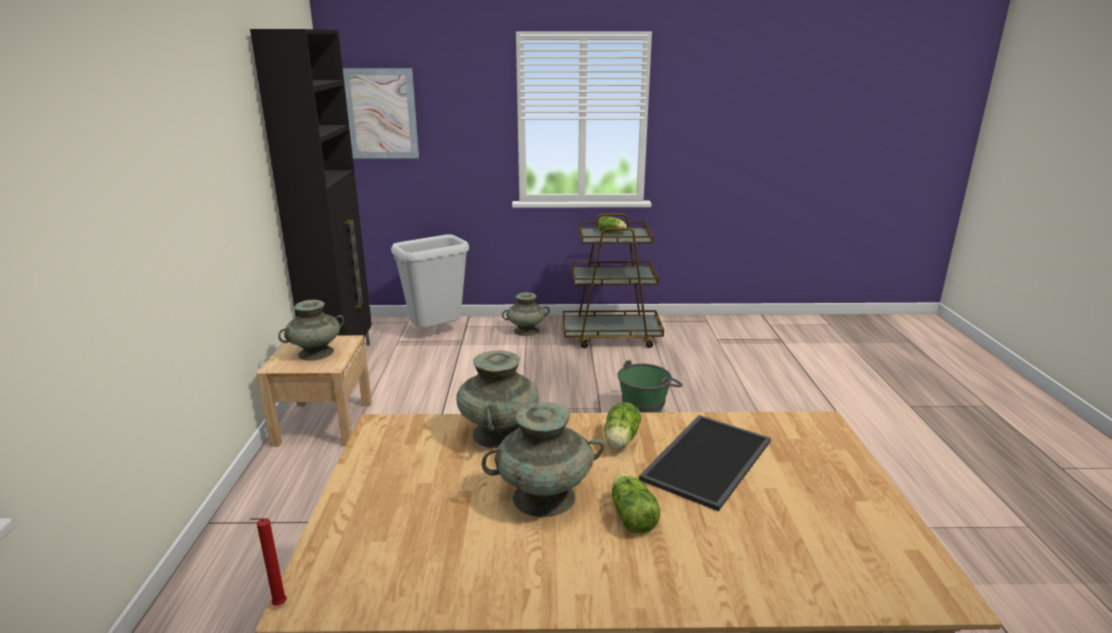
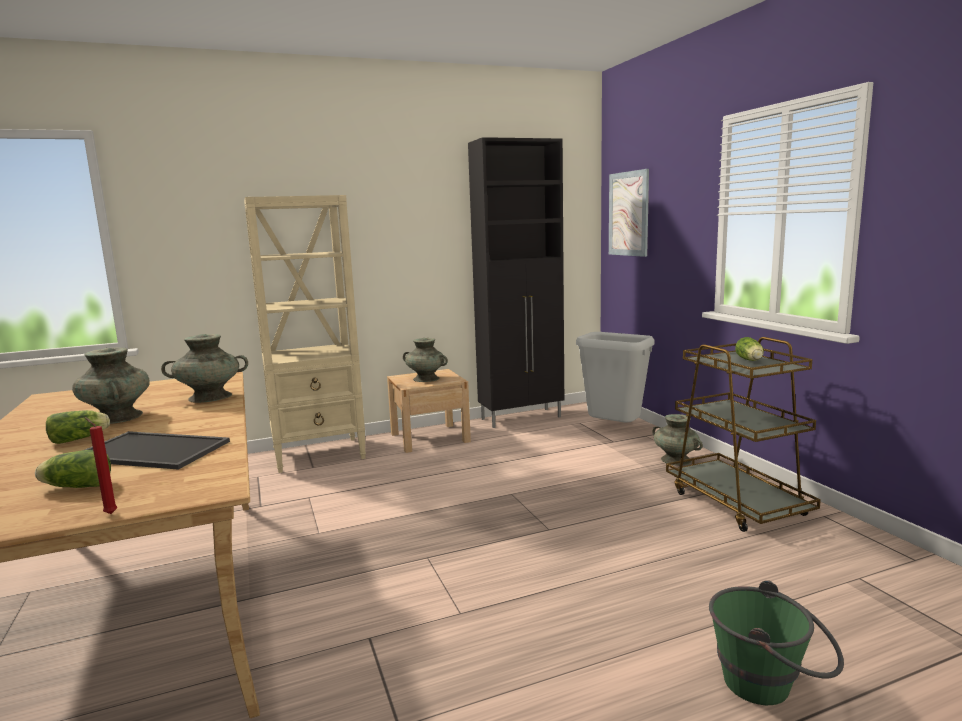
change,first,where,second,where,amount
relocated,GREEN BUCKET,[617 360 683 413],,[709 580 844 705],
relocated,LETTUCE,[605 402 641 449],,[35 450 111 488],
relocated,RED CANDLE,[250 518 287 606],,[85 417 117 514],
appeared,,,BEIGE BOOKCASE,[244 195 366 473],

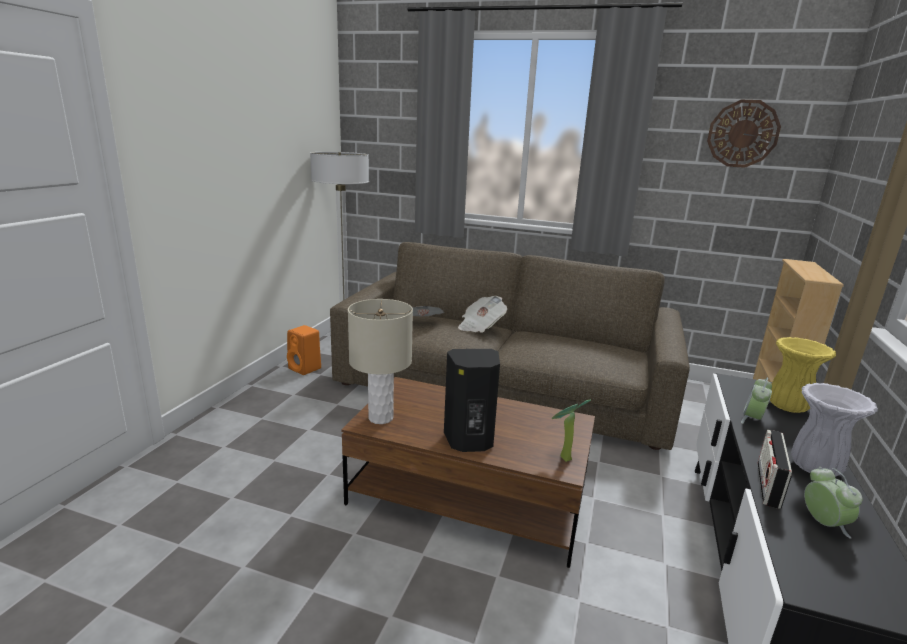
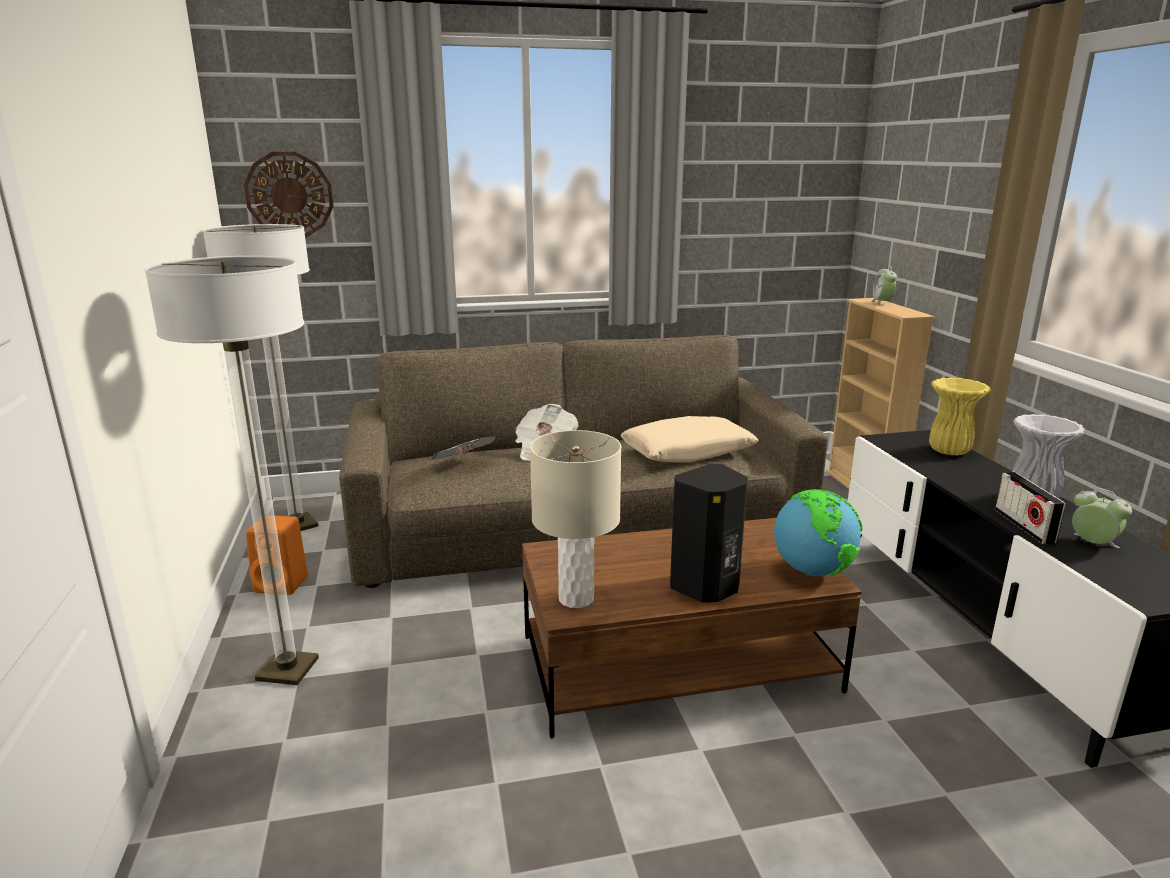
change,first,where,second,where,amount
relocated,WALL CLOCK,[707 100 781 168],,[244 152 334 238],
relocated,ALARM CLOCK,[741 378 772 424],,[871 265 897 306],
exchanged,POTTED PLANT,[551 399 591 462],GLOBE,[774 489 862 576],
appeared,,,FLOOR LAMP,[144 256 319 685],
appeared,,,BEIGE PILLOW,[620 416 759 463],

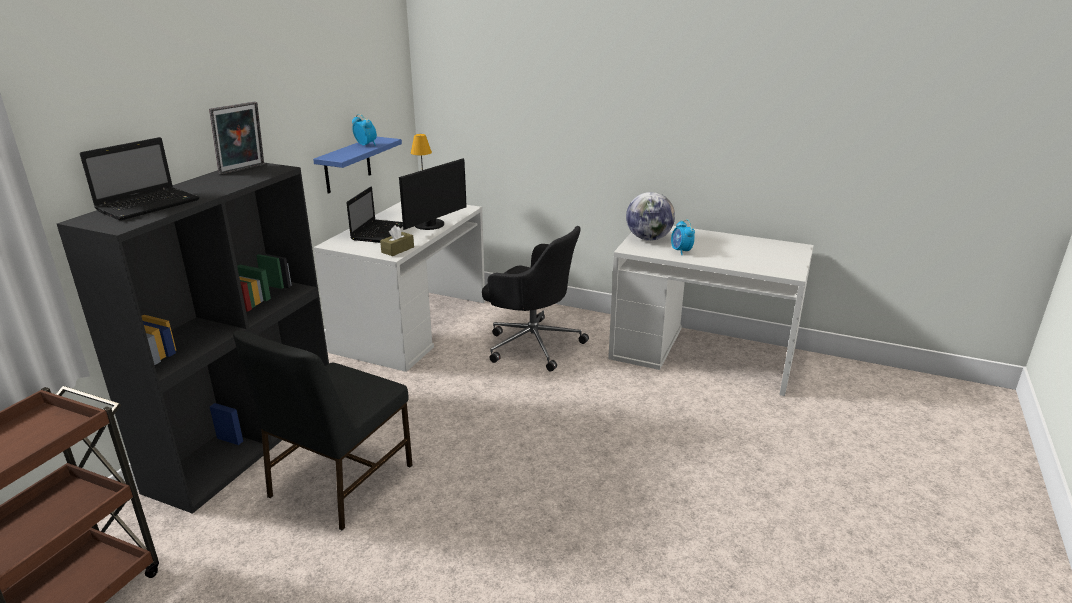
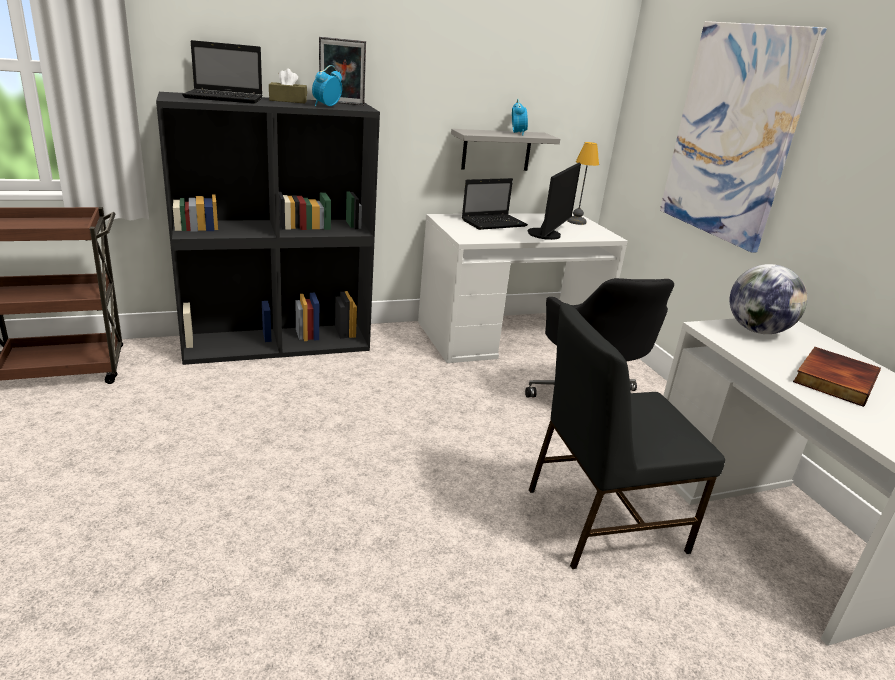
change,first,where,second,where,amount
colour,BLUE SHELF,[313 137 402 193],GREY SHELF,[451 129 560 171],
spun,MONITOR,[399 158 467 230],,[528 163 581 240],60 degrees counterclockwise
relocated,ALARM CLOCK,[671 219 695 255],,[312 65 342 106],
relocated,BROWN TISSUE BOX,[380 225 414 256],,[269 68 307 103],
relocated,BLACK CHAIR,[233 331 412 531],,[529 303 725 569],
appeared,,,PICTURE,[660 21 827 253],
appeared,,,BOOK,[793 347 881 407],

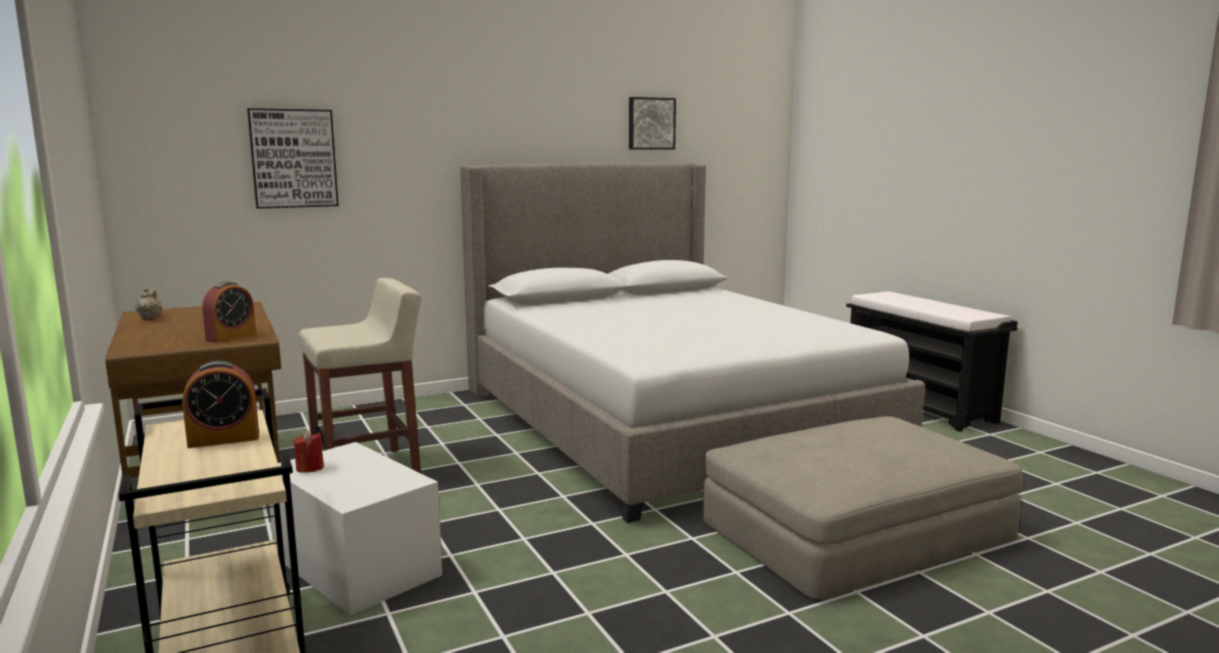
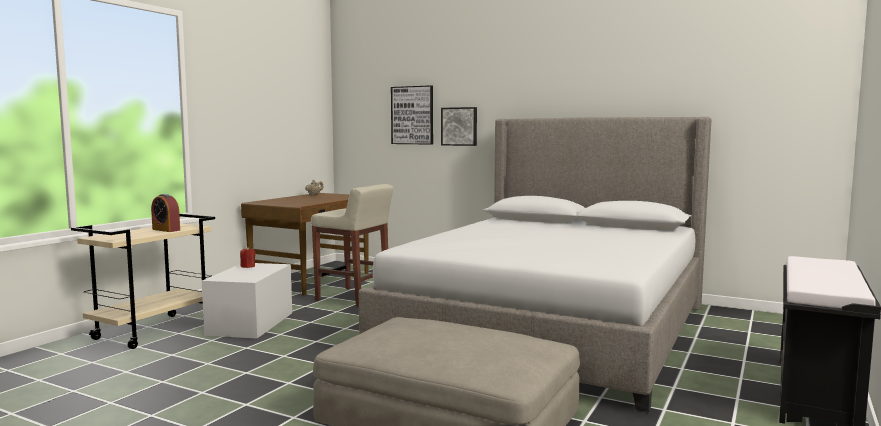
change,first,where,second,where,amount
relocated,PICTURE,[629 97 676 150],,[441 107 477 146],
missing,ALARM CLOCK,[202 281 256 343],,,

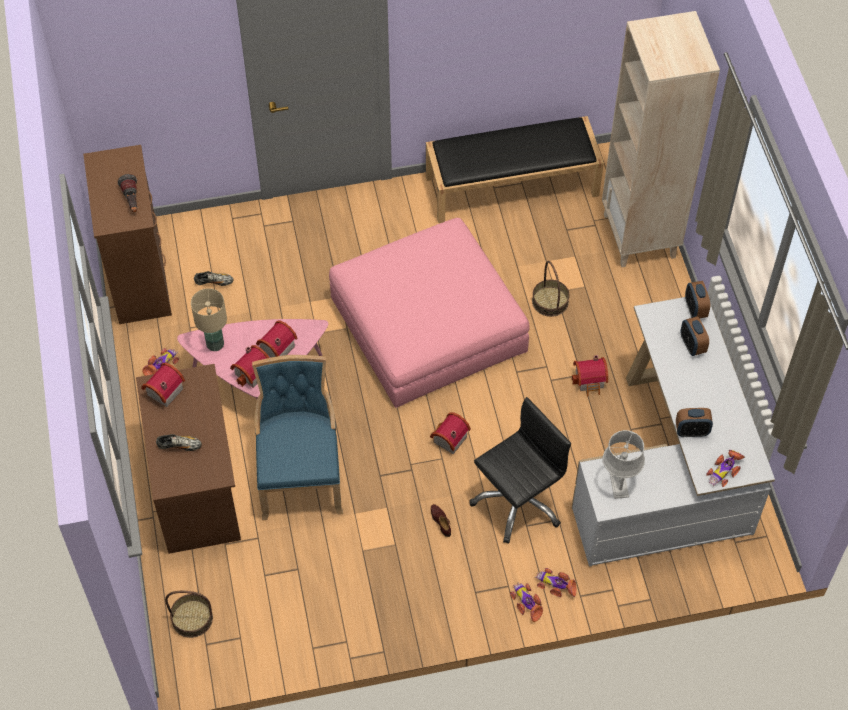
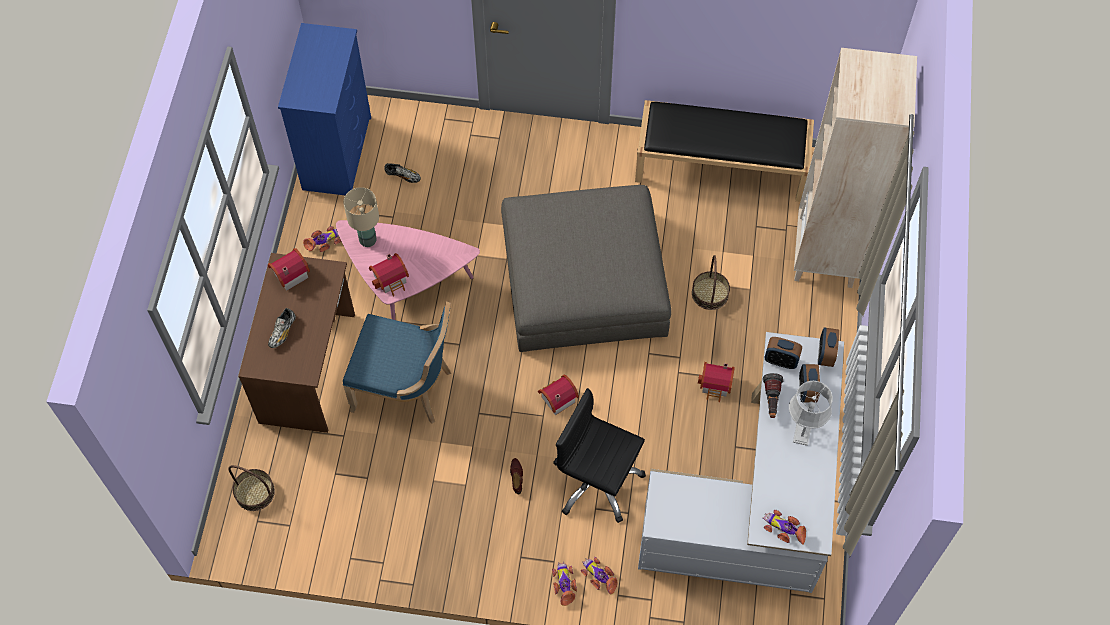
change,first,where,second,where,amount
colour,BROWN DRESSER,[83 145 172 324],BLUE DRESSER,[278 23 371 195],
relocated,FLASHLIGHT,[118 174 137 212],,[762 373 784 418],
colour,PINK OTTOMAN,[329 218 530 408],GREY OTTOMAN,[501 185 671 352],
missing,TOY HOUSE,[256 320 297 358],,,
spun,BLUE CHAIR,[252 355 343 520],,[343 301 451 424],90 degrees clockwise
spun,BLACK OFFICE CHAIR,[469 397 571 544],,[553 388 646 523],135 degrees counterclockwise
relocated,ALARM CLOCK,[676 408 713 437],,[765 337 802 369],
relocated,GREY TABLE LAMP,[603 430 645 499],,[789 381 833 446],
spun,SHOE,[156 434 202 451],,[268 308 296 348],90 degrees clockwise
spun,TOY CAR,[706 450 745 487],,[762 510 806 545],60 degrees clockwise

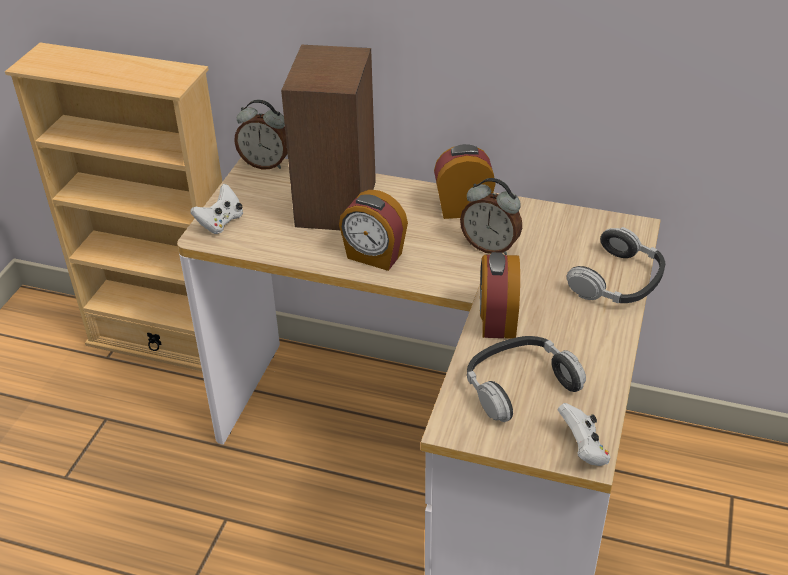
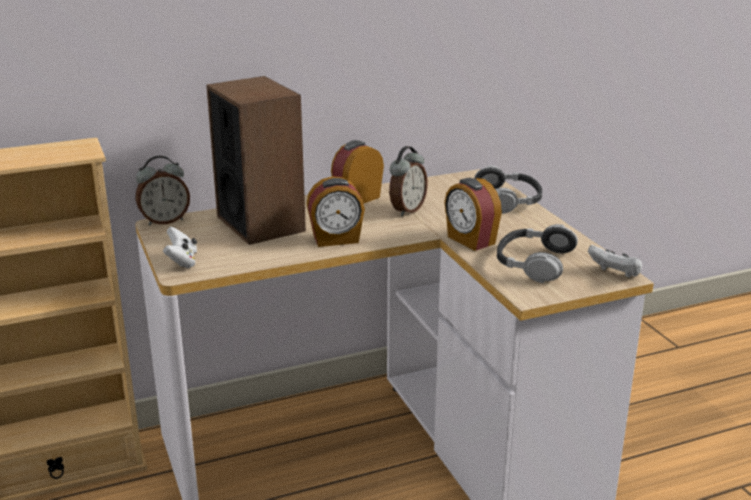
change,first,where,second,where,amount
spun,ALARM CLOCK,[460 178 522 255],,[389 146 428 216],45 degrees counterclockwise

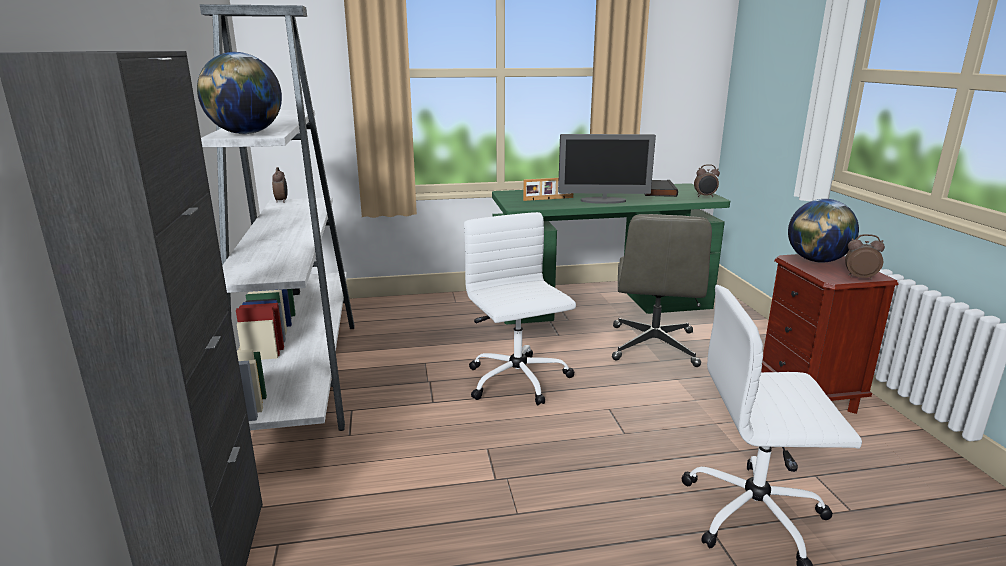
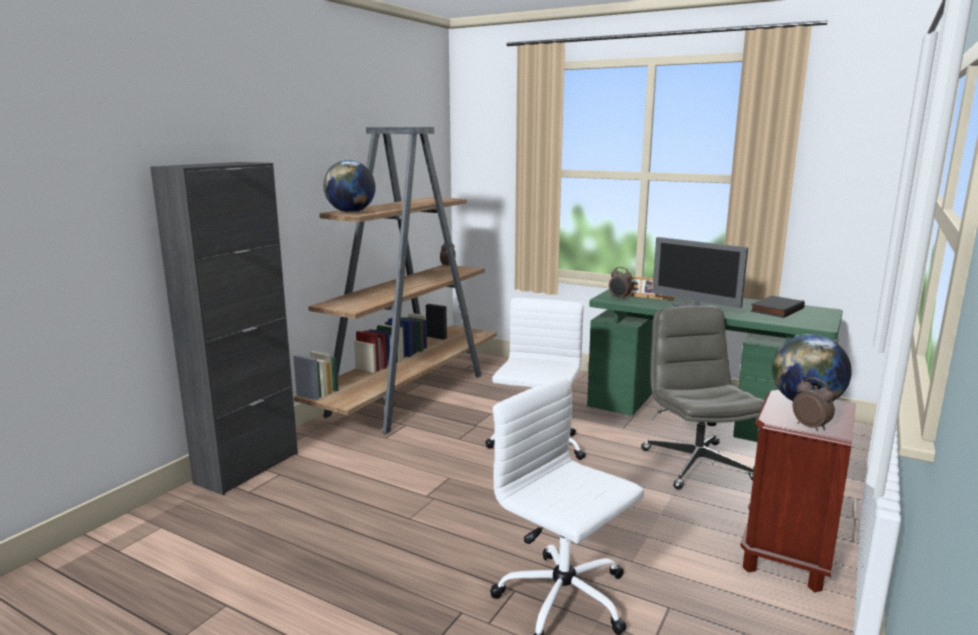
change,first,where,second,where,amount
colour,WHITE BOOKCASE,[200 4 354 431],BROWN BOOKCASE,[293 127 497 434],
relocated,ALARM CLOCK,[694 164 720 197],,[609 267 633 300],
spun,GREY OFFICE CHAIR,[612 214 712 367],,[641 306 765 490],120 degrees clockwise

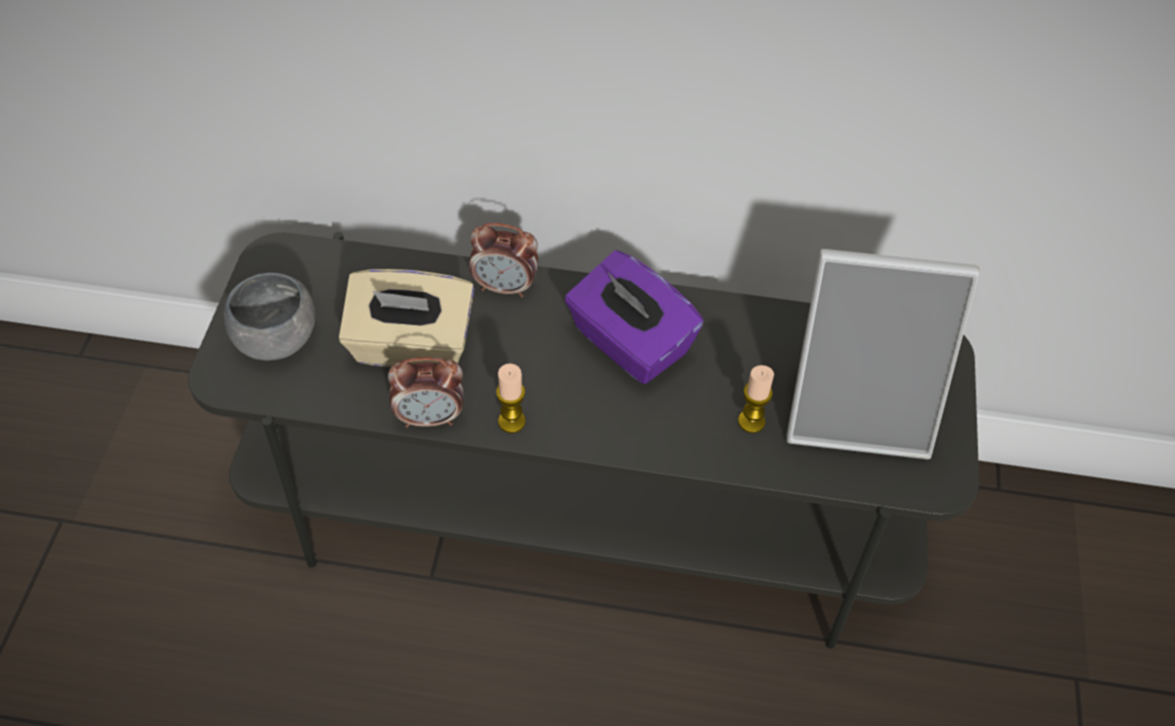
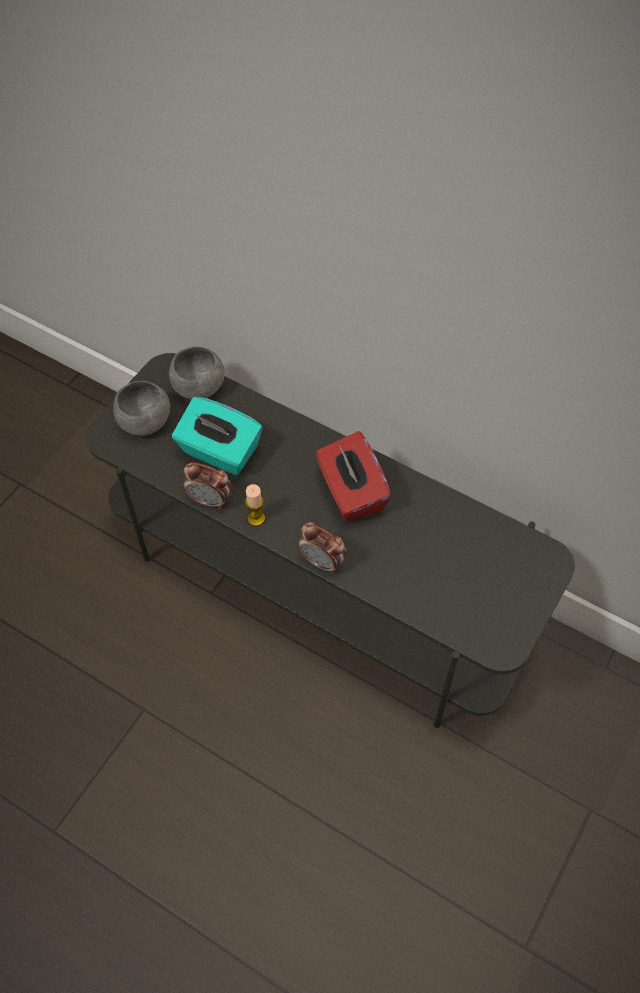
change,first,where,second,where,amount
relocated,ALARM CLOCK,[469 223 538 297],,[298 522 347 574],
missing,PICTURE FRAME,[786 249 979 459],,,
colour,PURPLE TISSUE BOX,[564 250 704 384],RED TISSUE BOX,[316 431 391 522],
colour,BEIGE TISSUE BOX,[339 269 474 367],TURQUOISE TISSUE BOX,[172 397 262 475],
missing,CANDLE,[738 365 774 433],,,
appeared,,,GREY BOWL,[169 346 225 400],

